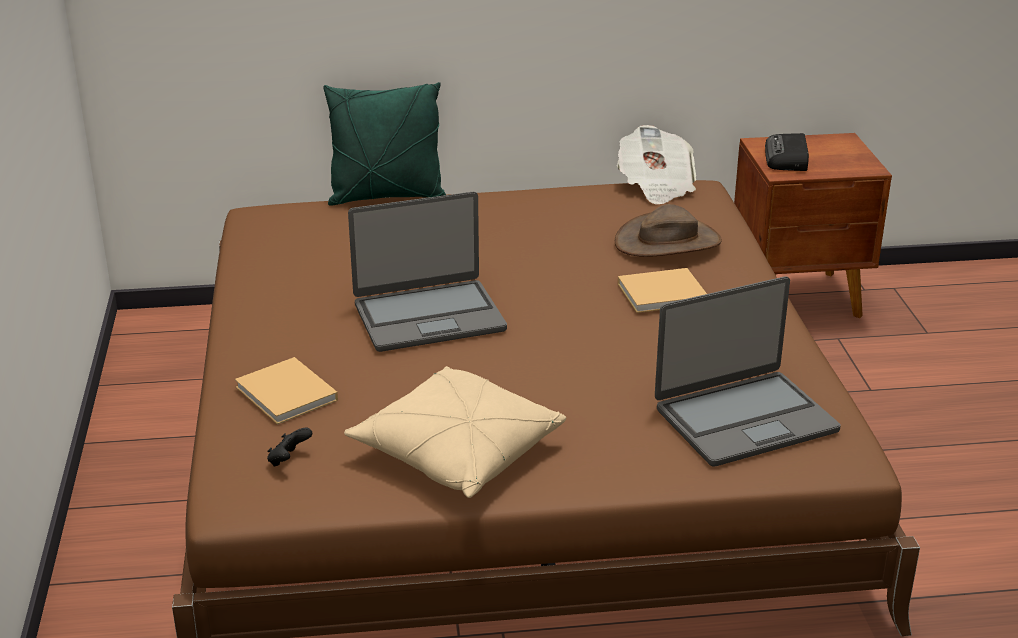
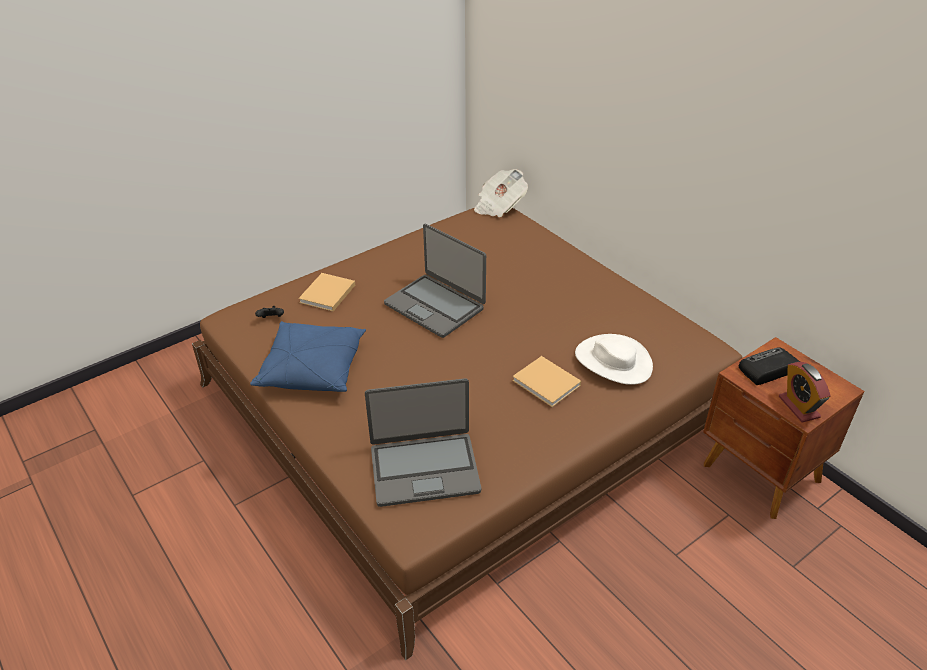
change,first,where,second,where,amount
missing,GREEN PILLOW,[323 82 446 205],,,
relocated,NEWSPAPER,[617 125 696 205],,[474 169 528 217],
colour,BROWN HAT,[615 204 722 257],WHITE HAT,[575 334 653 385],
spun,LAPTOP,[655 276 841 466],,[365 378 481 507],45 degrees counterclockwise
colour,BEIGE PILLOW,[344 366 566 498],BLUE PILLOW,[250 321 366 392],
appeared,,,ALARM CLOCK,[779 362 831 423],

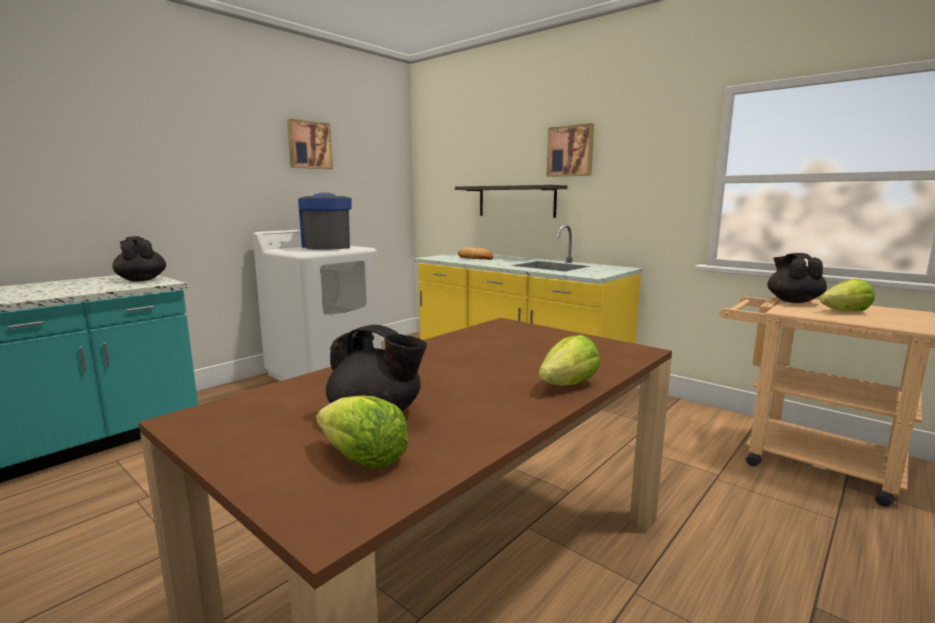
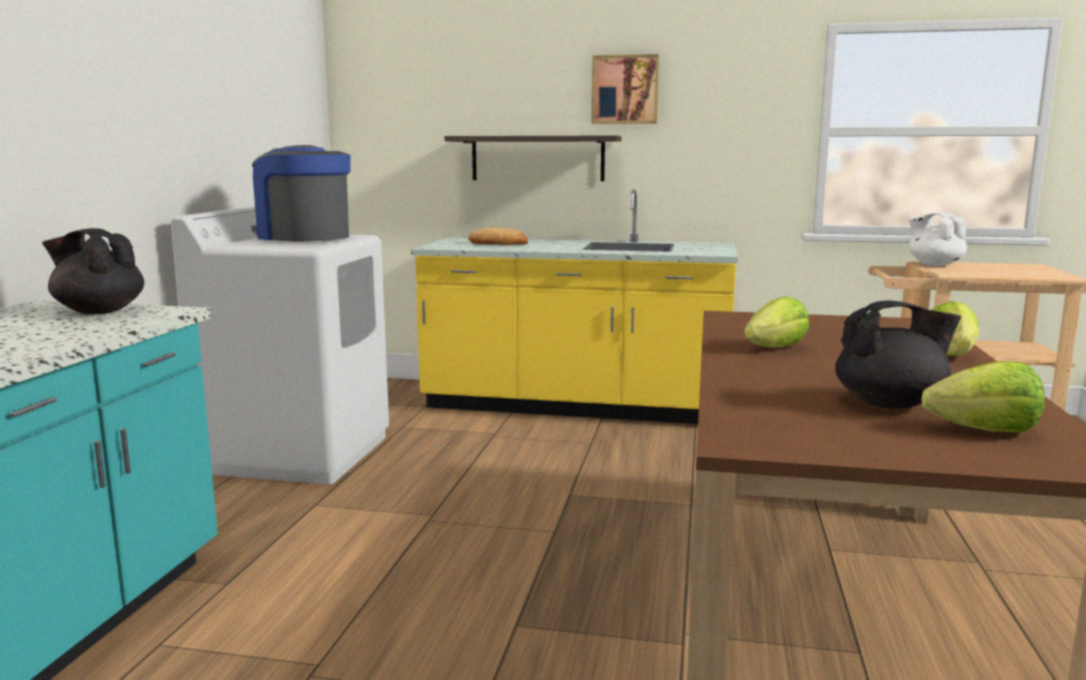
change,first,where,second,where,amount
missing,PICTURE,[287 119 333 169],,,
colour,BLACK TEAPOT,[767 253 827 303],WHITE TEAPOT,[908 212 967 266],
relocated,LETTUCE,[820 279 875 312],,[744 297 809 347],

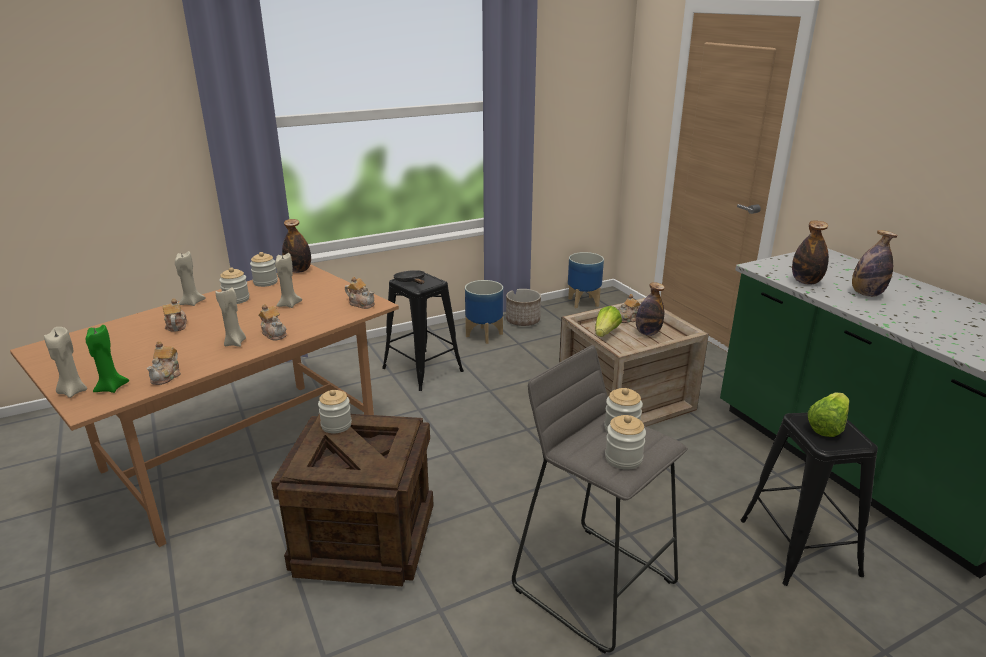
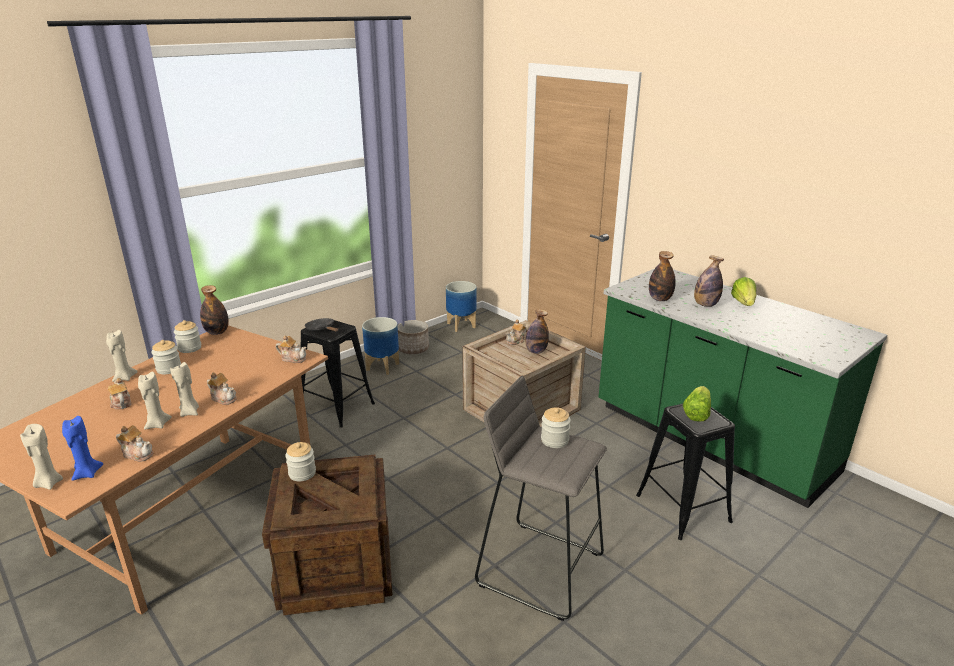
change,first,where,second,where,amount
relocated,BEIGE CANDLE,[275 253 302 308],,[138 372 172 430],
relocated,LETTUCE,[595 306 622 337],,[731 277 757 306],
colour,GREEN CANDLE,[86 325 129 393],BLUE CANDLE,[62 416 103 481],
spun,TEAPOT,[147 341 181 385],,[116 425 154 462],60 degrees counterclockwise
missing,JAR,[605 415 646 470],,,

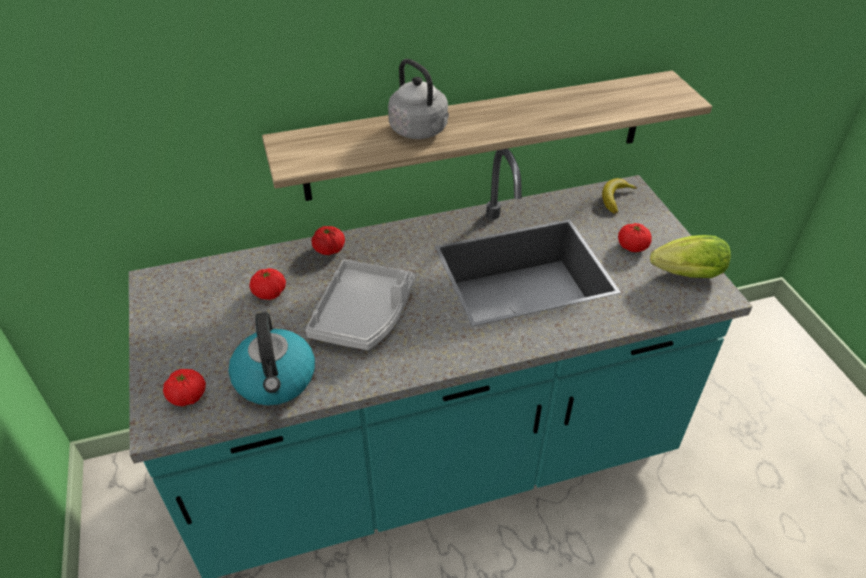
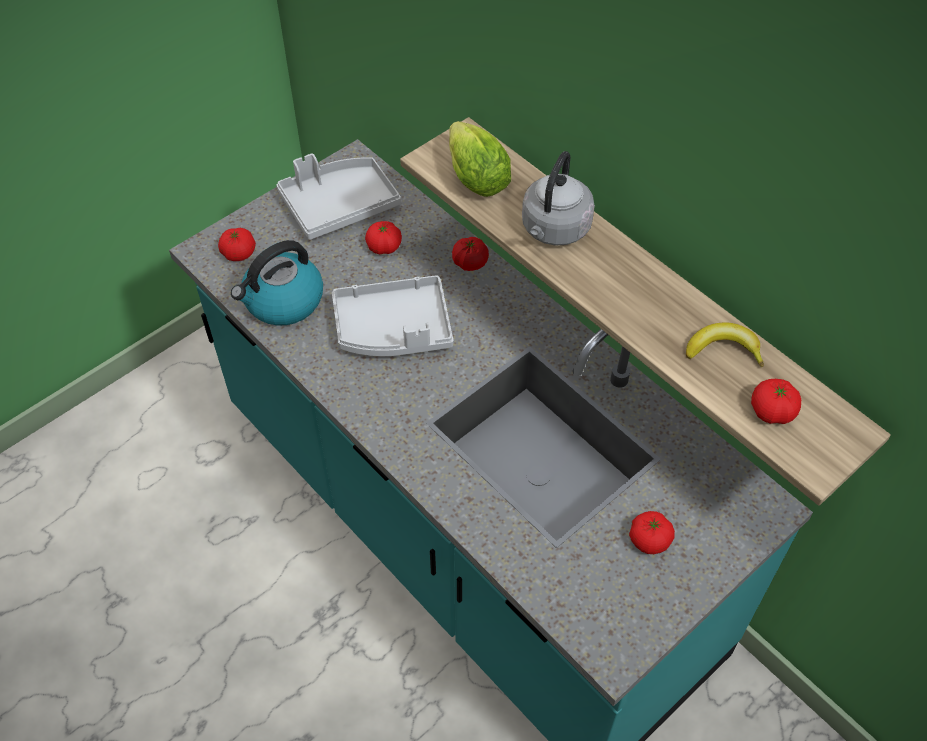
change,first,where,second,where,amount
relocated,BANANA,[602 178 637 214],,[686 322 764 367],
relocated,LETTUCE,[650 235 731 278],,[449 121 511 197],
appeared,,,GREY TRAY,[276 154 401 240],
appeared,,,TOMATO,[751 379 801 424],

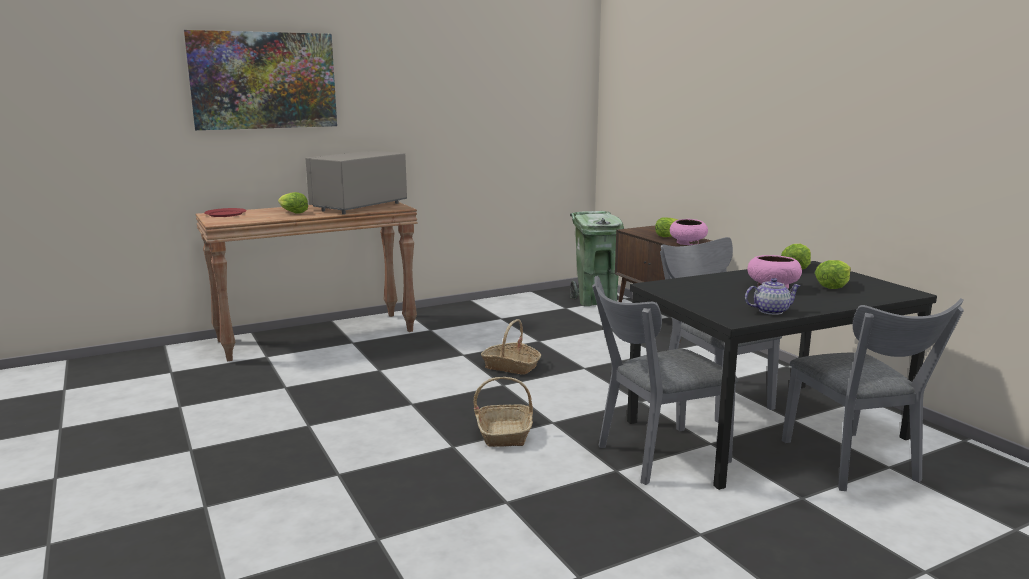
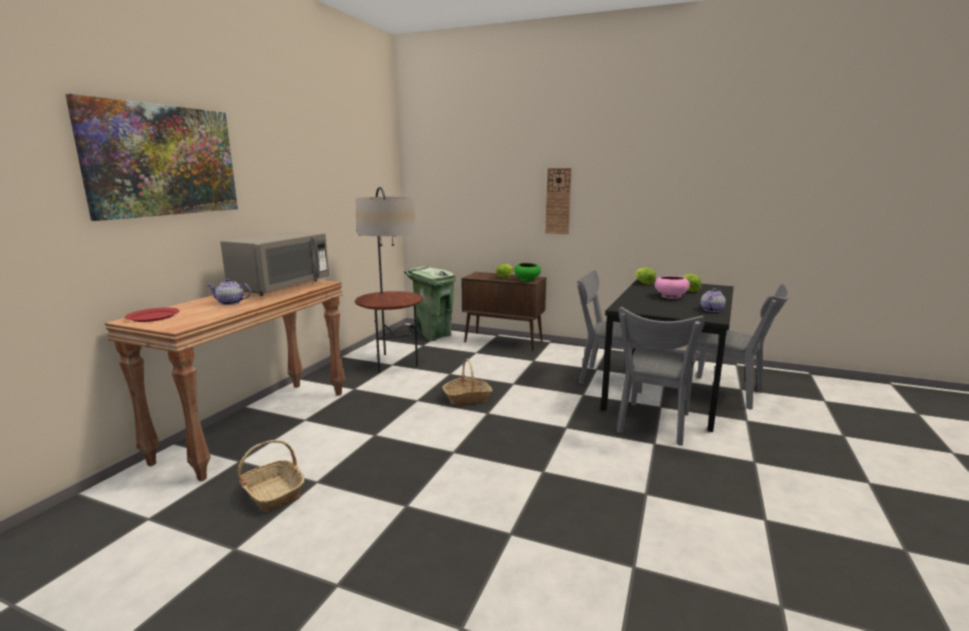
change,first,where,second,where,amount
spun,GREY MICROWAVE,[305 151 407 214],,[220 231 329 296],150 degrees counterclockwise
exchanged,LETTUCE,[278 192 308 214],TEAPOT,[207 279 251 305],
colour,PINK BOWL,[670 219 708 245],GREEN BOWL,[514 263 541 281],
relocated,BASKET,[473 377 533 447],,[238 440 304 512],
appeared,,,WALL CLOCK,[545 168 572 234],
appeared,,,FLOOR LAMP,[355 187 423 373],

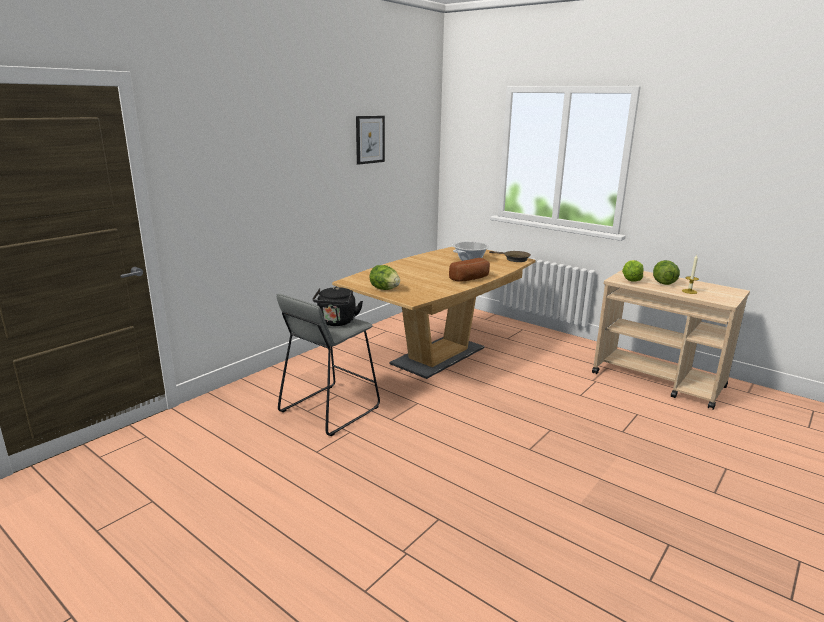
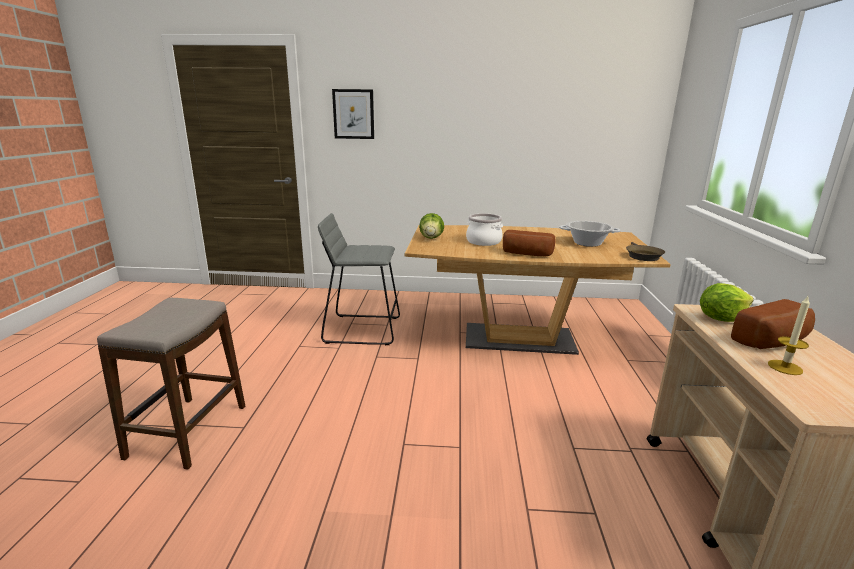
change,first,where,second,where,amount
relocated,PICTURE,[356 116 385 165],,[332 89 374 139],
exchanged,LETTUCE,[653 260 680 285],BREAD,[731 299 815 349],
missing,BLACK KETTLE,[313 287 363 326],,,
appeared,,,COOKING POT,[466 213 503 246],
appeared,,,STOOL,[97 298 245 470],

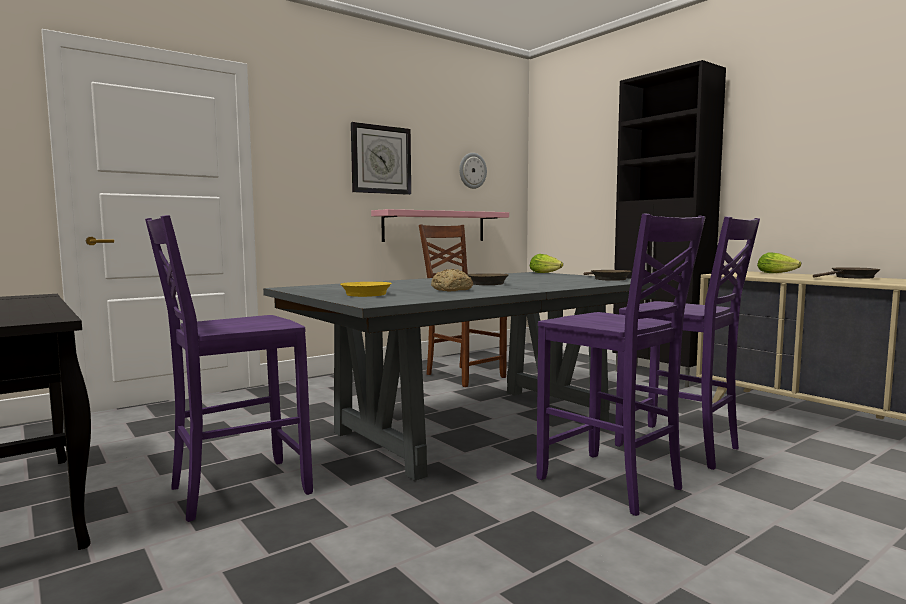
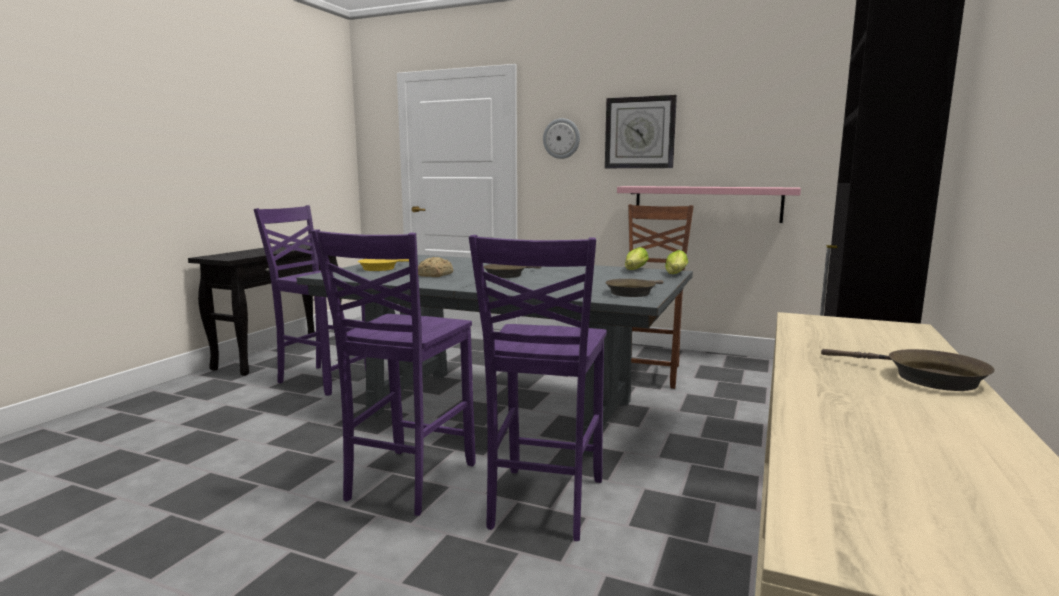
change,first,where,second,where,amount
relocated,WALL CLOCK,[459 153 487 189],,[543 118 580 159],
relocated,LETTUCE,[757 252 801 273],,[625 247 649 270],

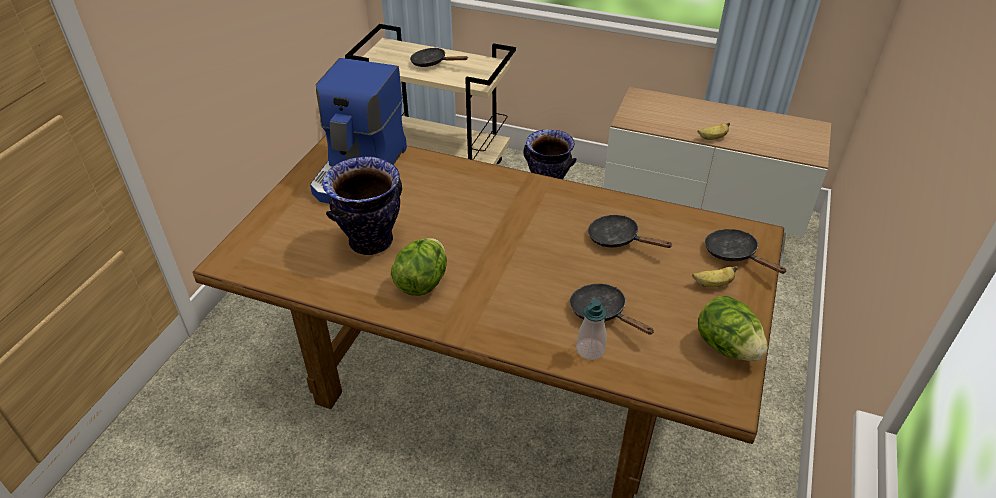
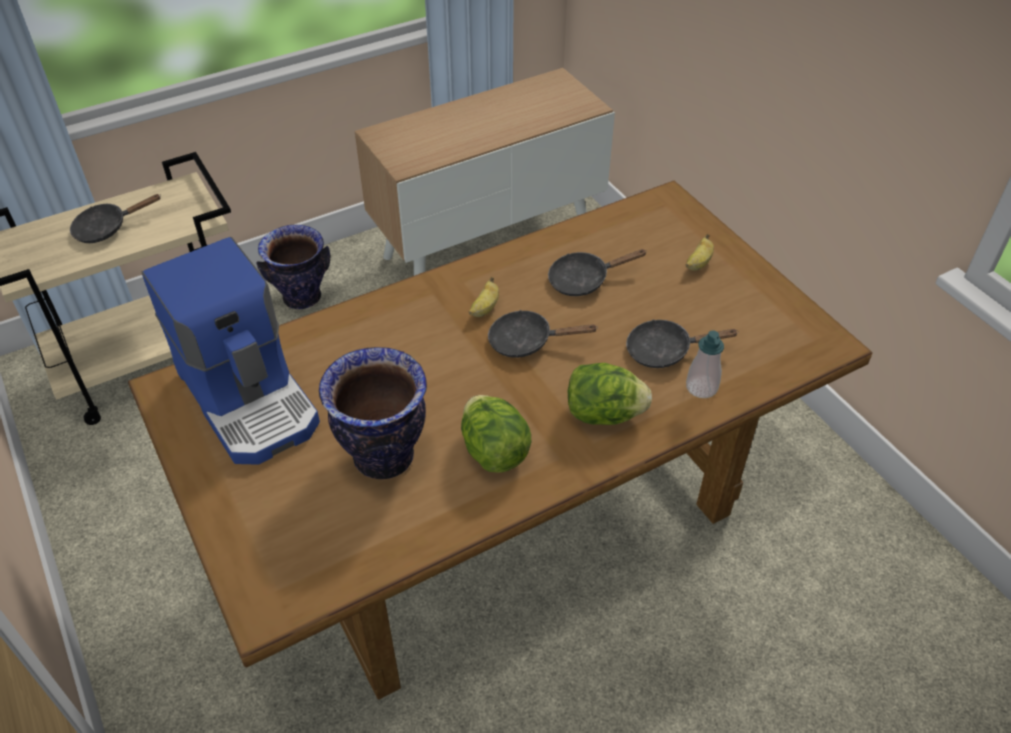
change,first,where,second,where,amount
relocated,BANANA,[697 122 730 140],,[469 277 499 317],
relocated,BLACK FRYING PAN,[705 229 787 274],,[488 310 598 358],
relocated,LETTUCE,[698 296 768 361],,[568 363 652 425],

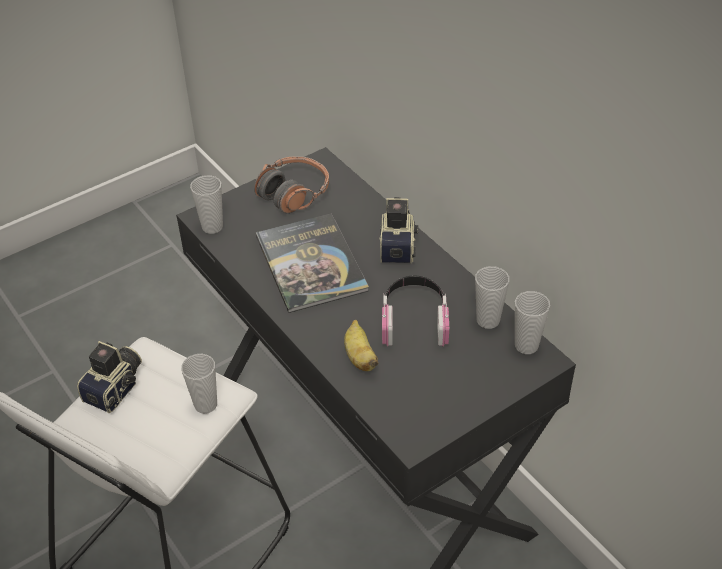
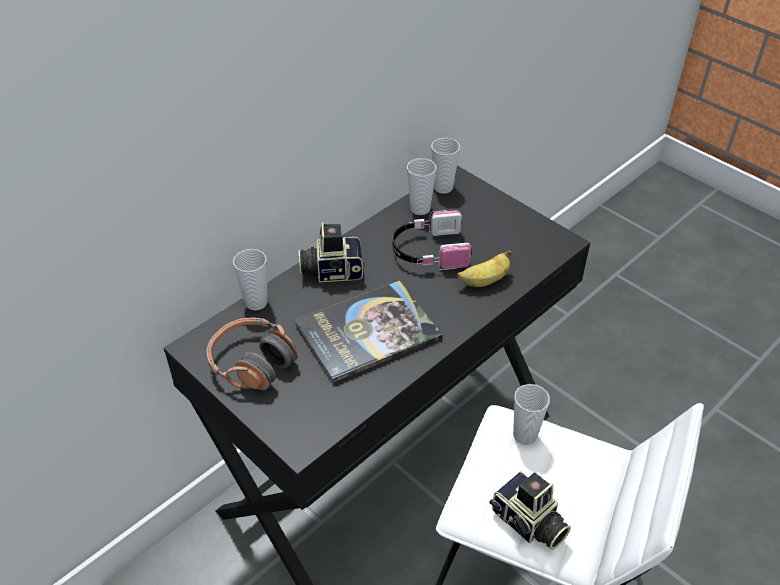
change,first,where,second,where,amount
relocated,CUP,[190 175 223 234],,[233 249 268 310],
spun,PHOTO CAMERA,[77 341 142 413],,[489 471 571 550],150 degrees counterclockwise

